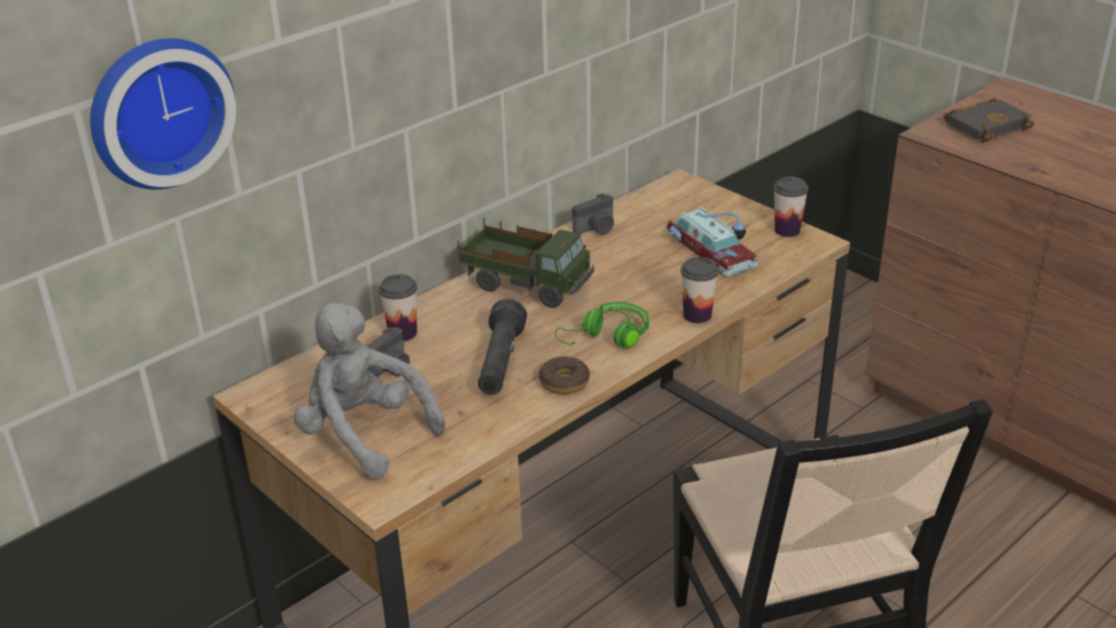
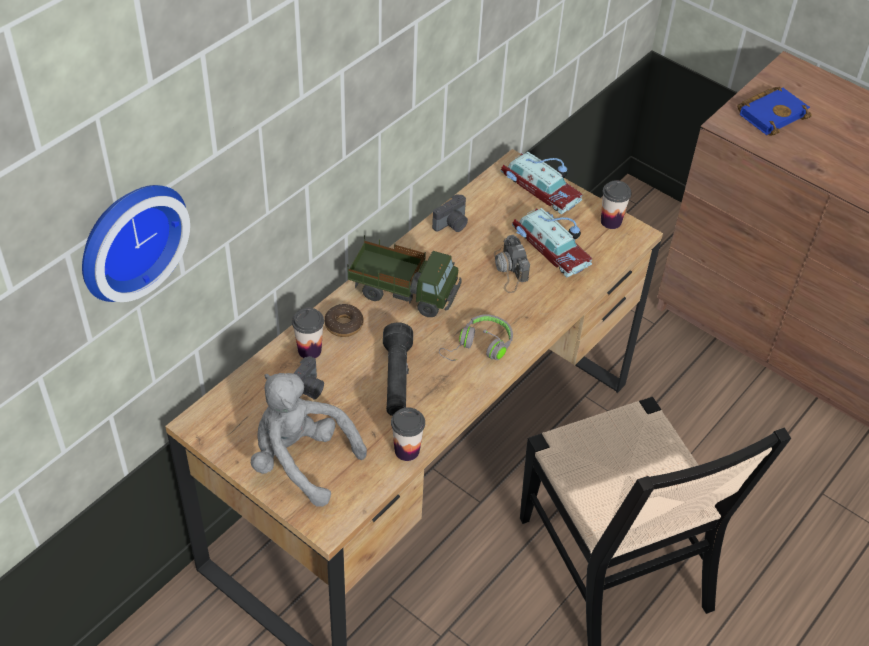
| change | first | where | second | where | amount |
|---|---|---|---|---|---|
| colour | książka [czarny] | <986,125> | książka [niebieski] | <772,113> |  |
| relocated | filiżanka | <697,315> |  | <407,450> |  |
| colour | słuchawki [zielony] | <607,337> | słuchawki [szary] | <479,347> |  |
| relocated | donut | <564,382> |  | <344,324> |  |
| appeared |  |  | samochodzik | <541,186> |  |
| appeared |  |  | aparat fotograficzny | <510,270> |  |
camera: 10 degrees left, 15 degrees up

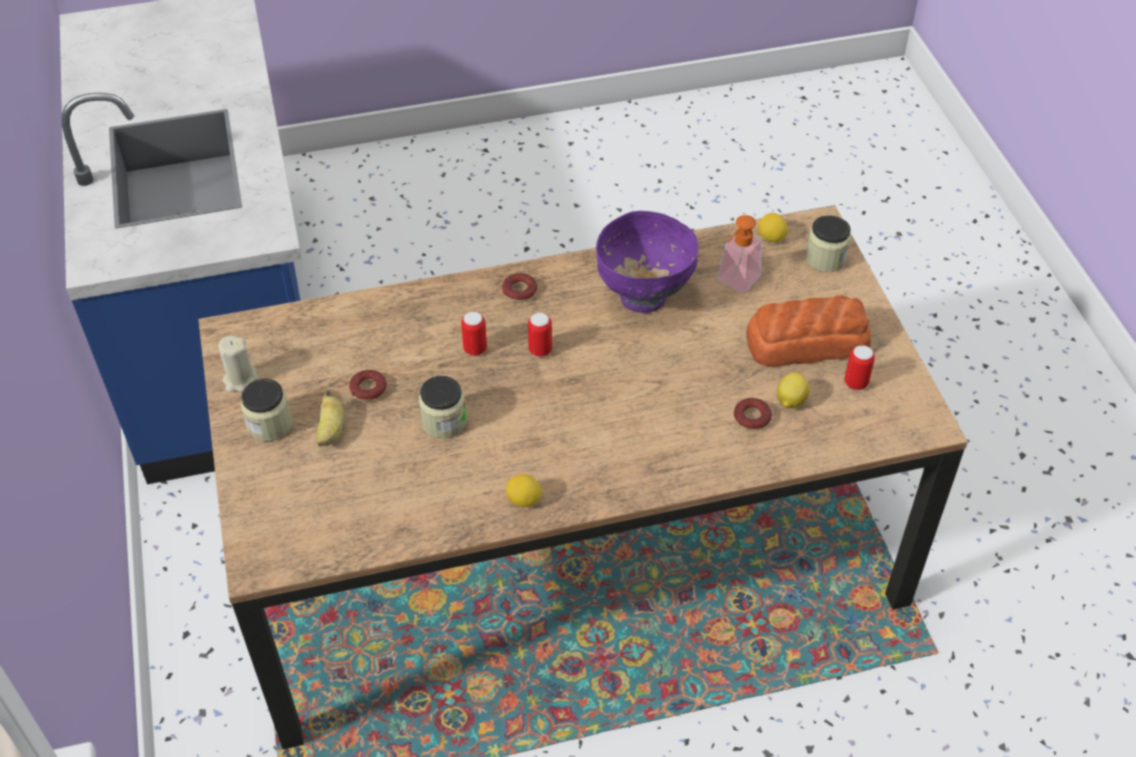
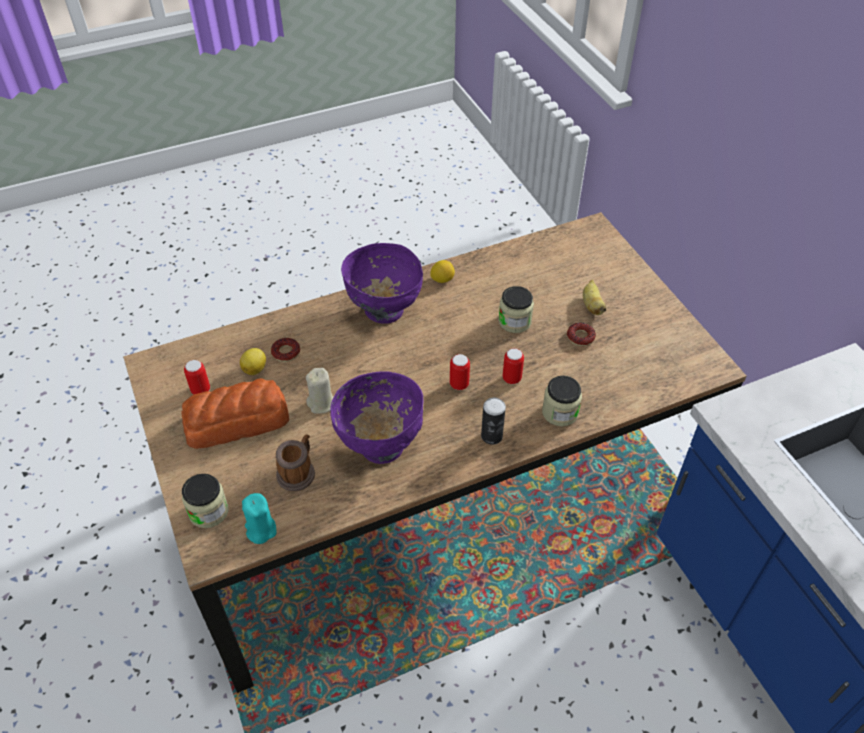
| change | first | where | second | where | amount |
|---|---|---|---|---|---|
| exchanged | cytryna | <771,238> | świeca [turkusowy] | <260,529> |  |
| exchanged | dozownik mydła | <734,283> | kubek | <298,471> |  |
| exchanged | donut | <519,291> | puszka | <491,436> |  |
| relocated | świeca [beżowy] | <241,380> |  | <322,403> |  |
| relocated | słoik | <269,424> |  | <560,412> |  |
| appeared |  |  | miska [fioletowy] | <384,311> |  |
camera: 170 degrees right, 0 degrees up

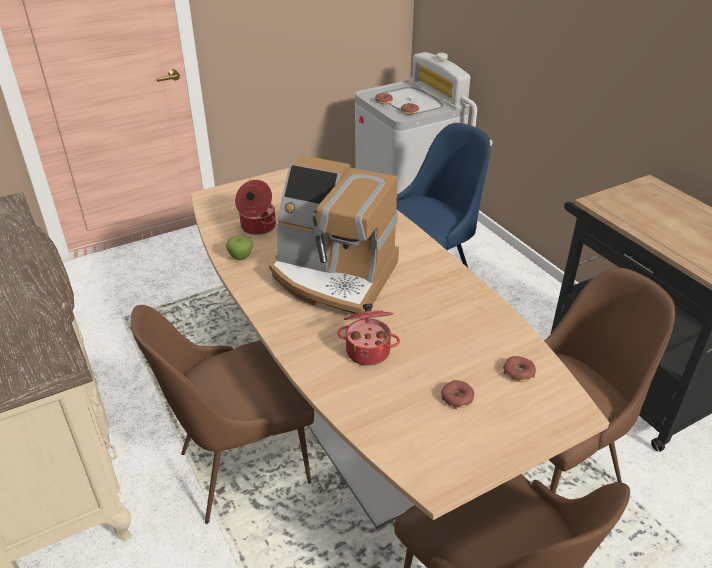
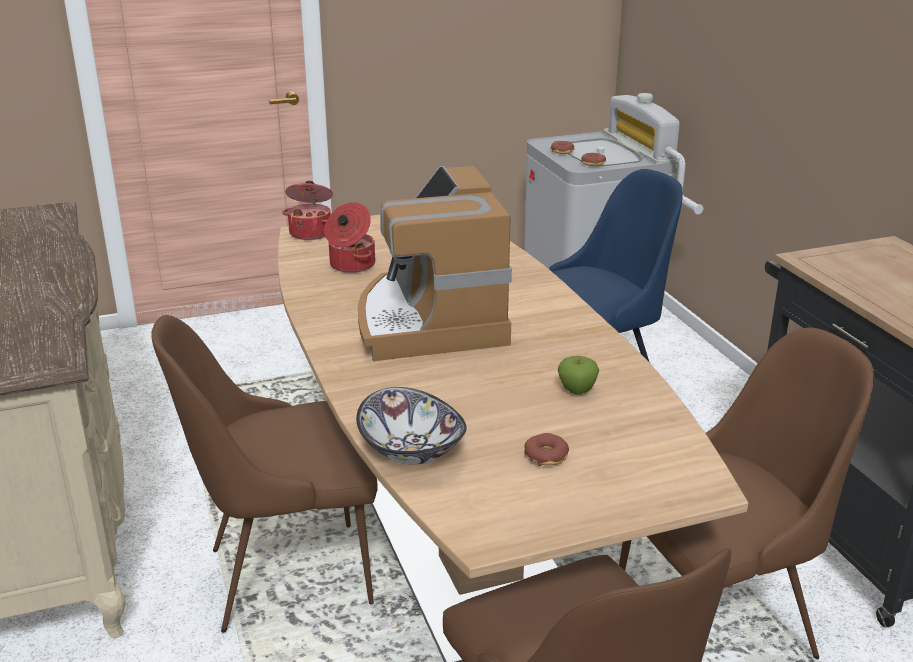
| change | first | where | second | where | amount |
|---|---|---|---|---|---|
| spun | ekspres do kawy | <333,277> |  | <429,321> | 45 degrees clockwise |
| relocated | jabłko | <240,257> |  | <577,390> |  |
| relocated | garnek | <368,350> |  | <311,232> |  |
| missing | donut | <518,373> |  |  |  |
| appeared |  |  | miska | <413,450> |  |
camera: 10 degrees right, 10 degrees down

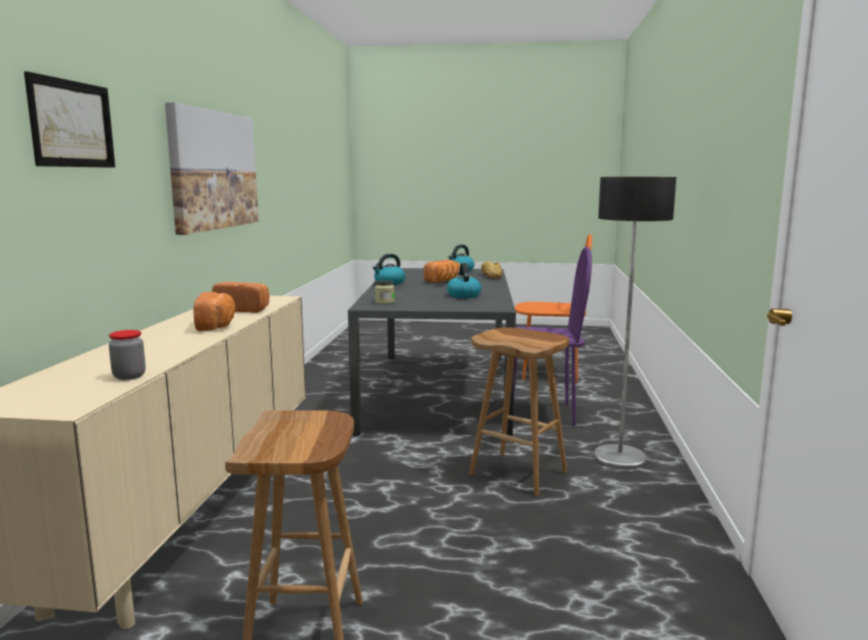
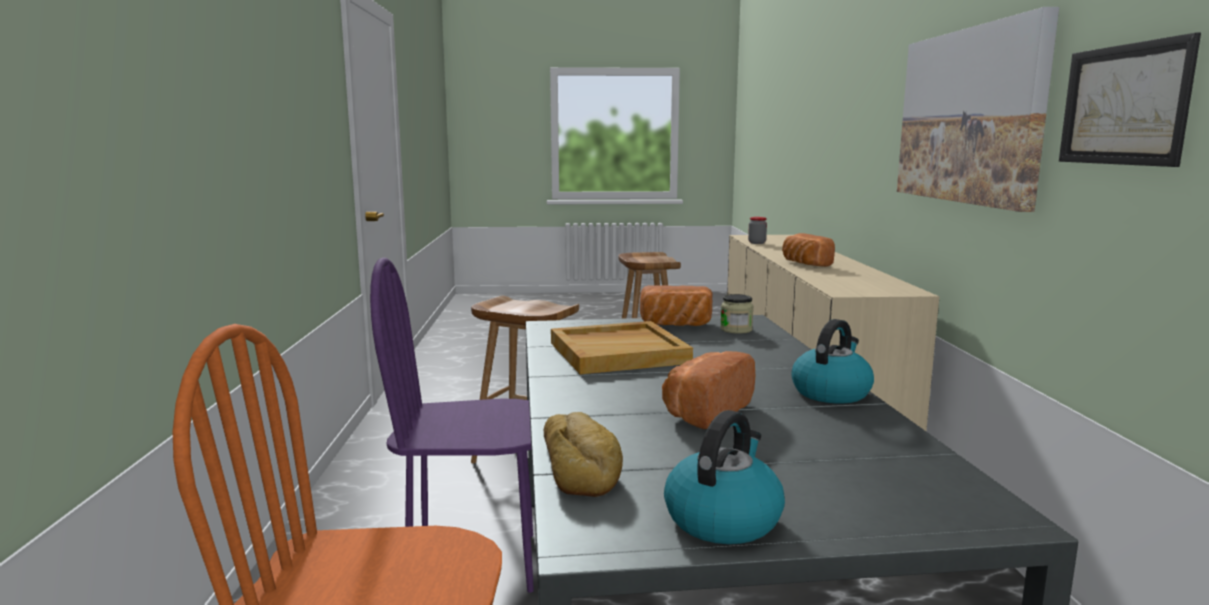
| change | first | where | second | where | amount |
|---|---|---|---|---|---|
| relocated | obraz | <72,124> |  | <1123,105> |  |
| missing | lampa stojąca | <620,458> |  |  |  |
| exchanged | czajnik | <463,295> | taca [beżowy] | <619,352> |  |
| relocated | chleb | <244,309> |  | <675,326> |  |
camera: 170 degrees right, 0 degrees up

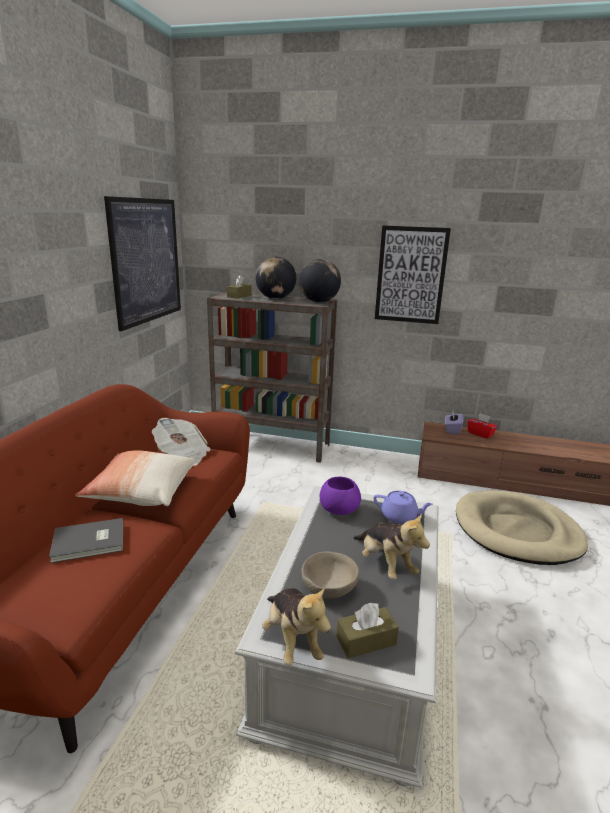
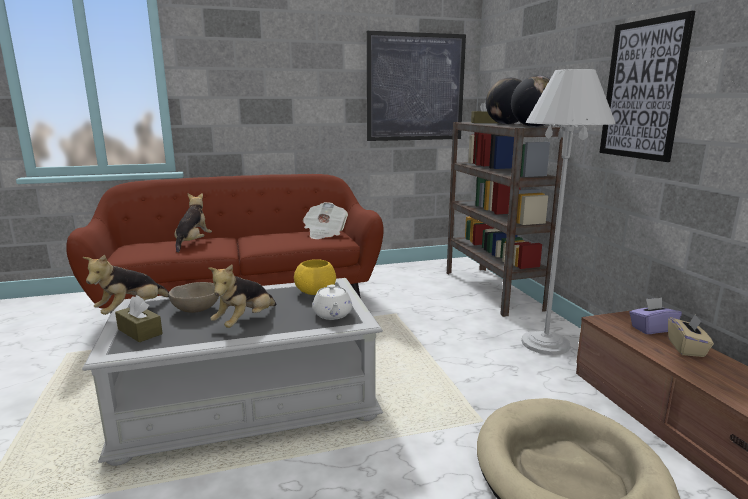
| change | first | where | second | where | amount |
|---|---|---|---|---|---|
| colour | pudełko chusteczek [czerwony] | <480,434> | pudełko chusteczek [beżowy] | <686,348> |  |
| missing | poduszka | <141,492> |  |  |  |
| colour | miska [fioletowy] | <339,509> | miska [żółty] | <316,292> |  |
| colour | imbryk [fioletowy] | <400,517> | imbryk [biały] | <332,315> |  |
| exchanged | książka [szary] | <90,542> | pluszak | <193,243> |  |
| appeared |  |  | lampa stojąca [biały] | <545,343> |  |
camera: 60 degrees right, 5 degrees down

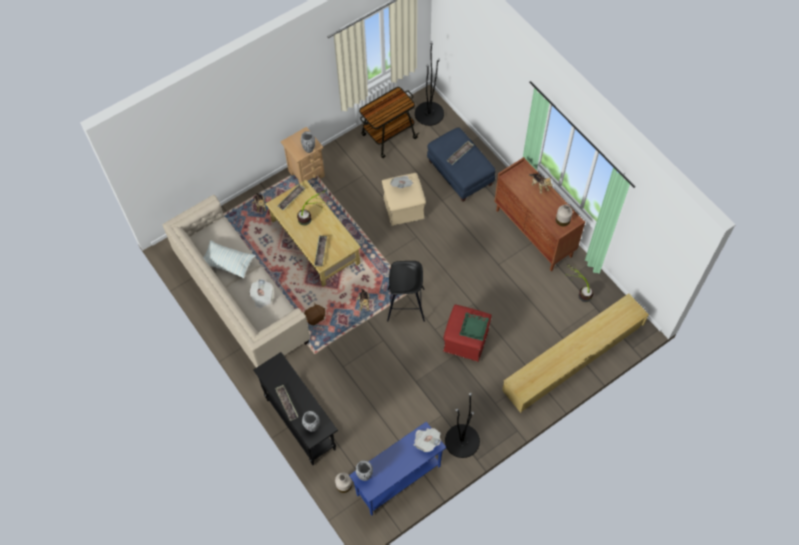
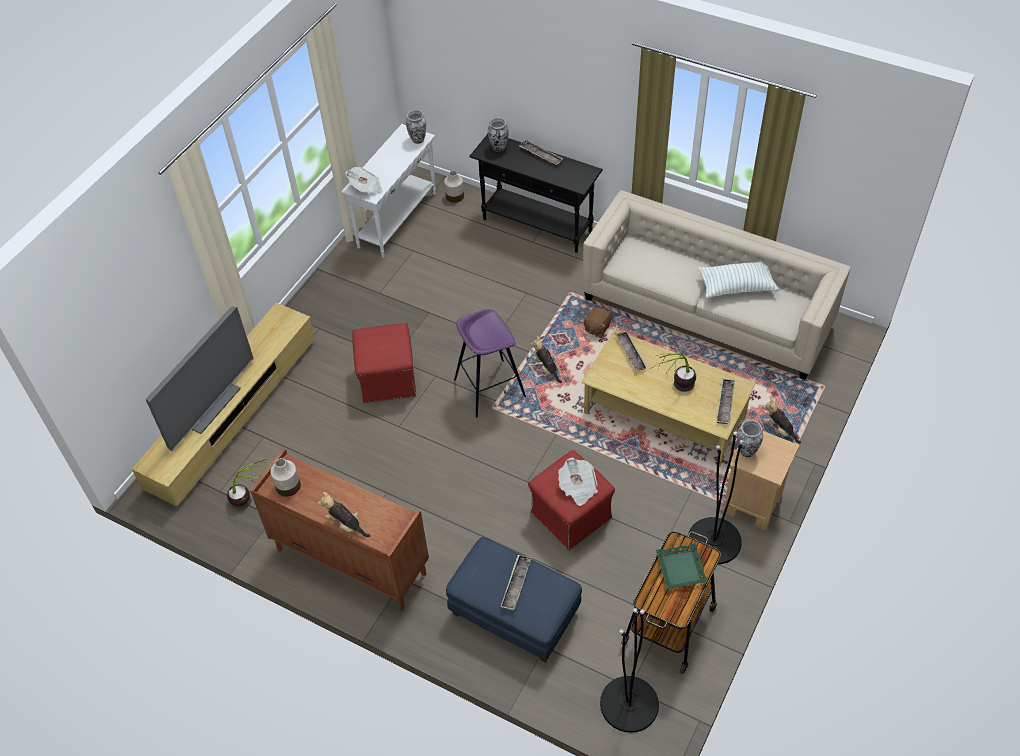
| change | first | where | second | where | amount |
|---|---|---|---|---|---|
| colour | pufa [beżowy] | <404,208> | pufa [czerwony] | <570,514> |  |
| colour | stołek [czarny] | <406,305> | stołek [fioletowy] | <489,388> |  |
| missing | gazeta | <262,297> |  |  |  |
| relocated | taca [zielony] | <473,327> |  | <681,568> |  |
| relocated | lampa stojąca [czarny] | <462,441> |  | <714,540> |  |
| colour | stolik konsolowy [niebieski] | <398,481> | stolik konsolowy [biały] | <397,219> |  |
| appeared |  |  | telewizor | <209,404> |  |
camera: 155 degrees right, 10 degrees down

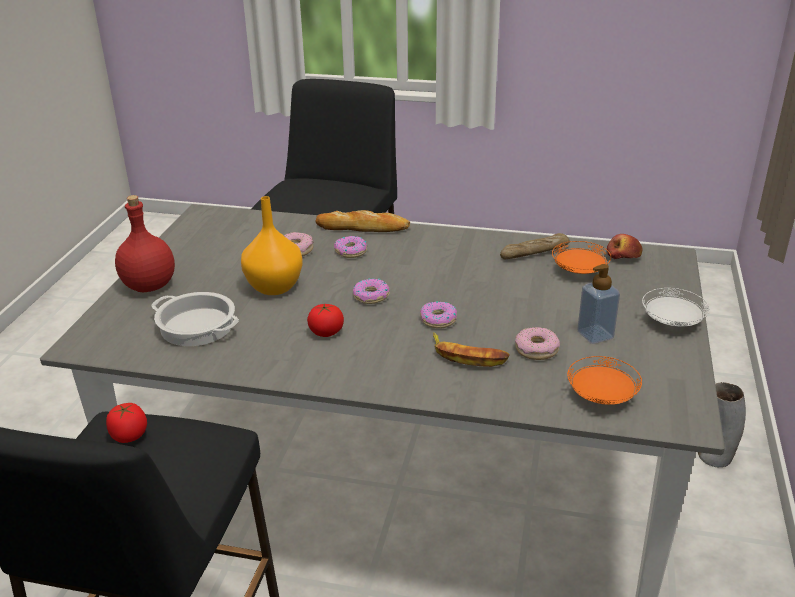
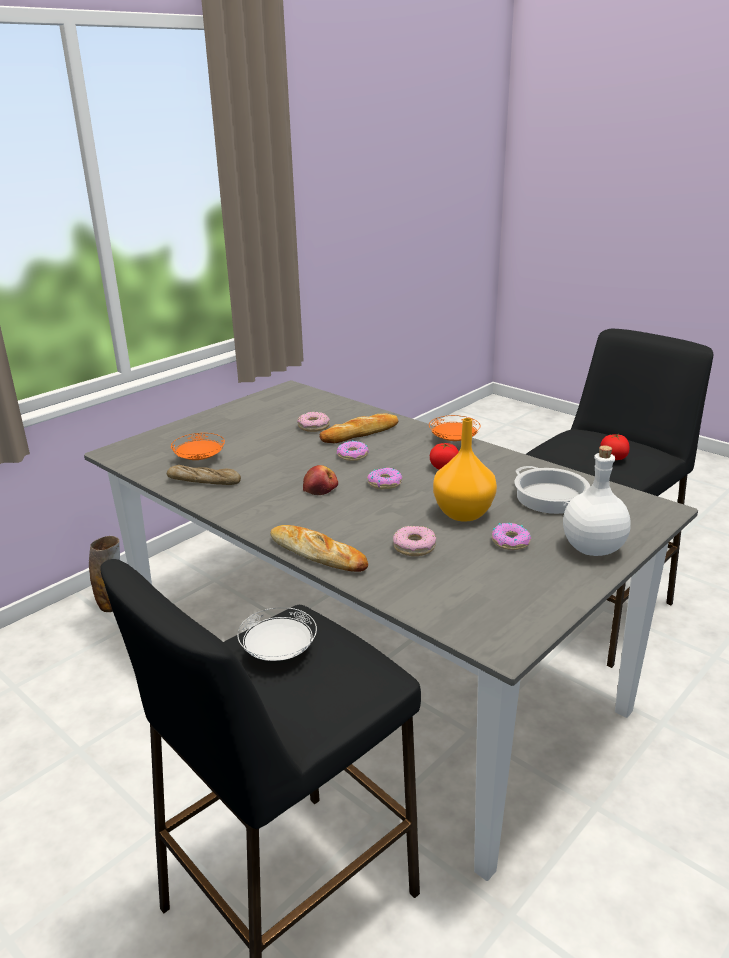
| change | first | where | second | where | amount |
|---|---|---|---|---|---|
| colour | butelka [czerwony] | <149,286> | butelka [biały] | <592,548> |  |
| relocated | jabłko | <623,257> |  | <320,488> |  |
| relocated | donut | <350,251> |  | <510,542> |  |
| missing | dozownik mydła | <595,335> |  |  |  |
| relocated | talerz [biały] | <672,322> |  | <278,651> |  |
| exchanged | banan | <468,356> | chleb | <360,433> |  |
| relocated | talerz [pomarańczowy] | <601,396> |  | <453,441> |  |
camera: 150 degrees left, 5 degrees down

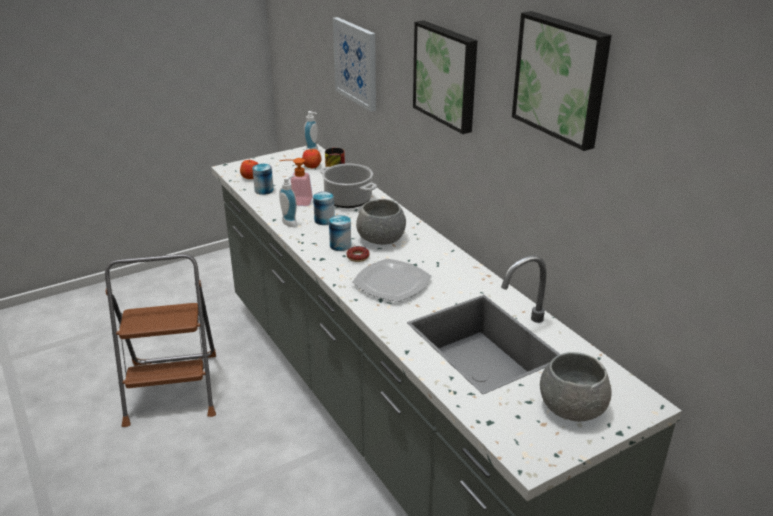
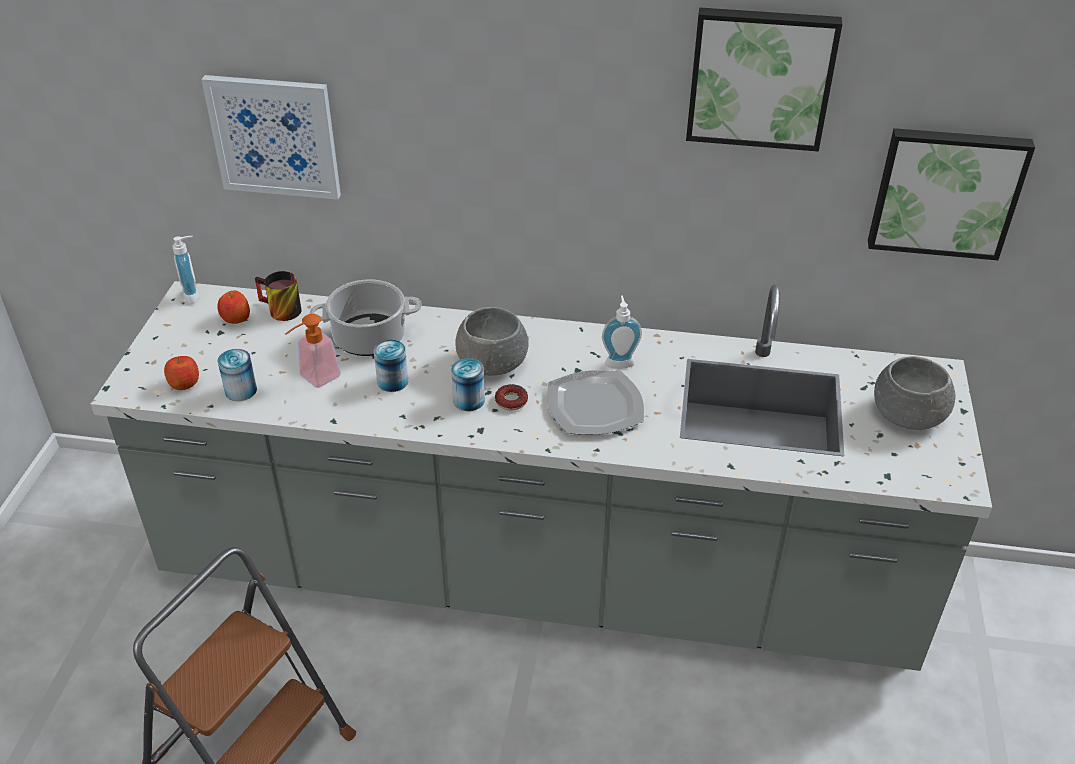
| change | first | where | second | where | amount |
|---|---|---|---|---|---|
| relocated | obraz | <447,75> |  | <946,191> |  |
| relocated | dozownik mydła | <291,222> |  | <619,361> |  |
camera: 50 degrees left, 10 degrees up

